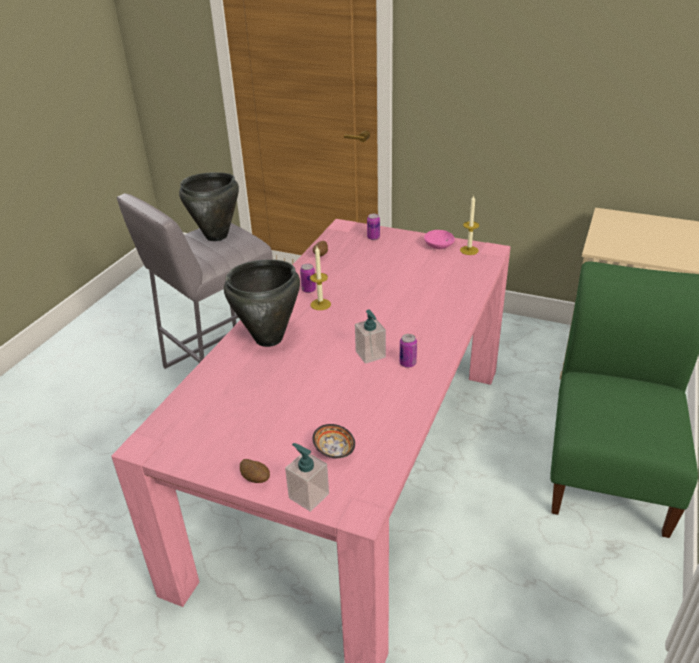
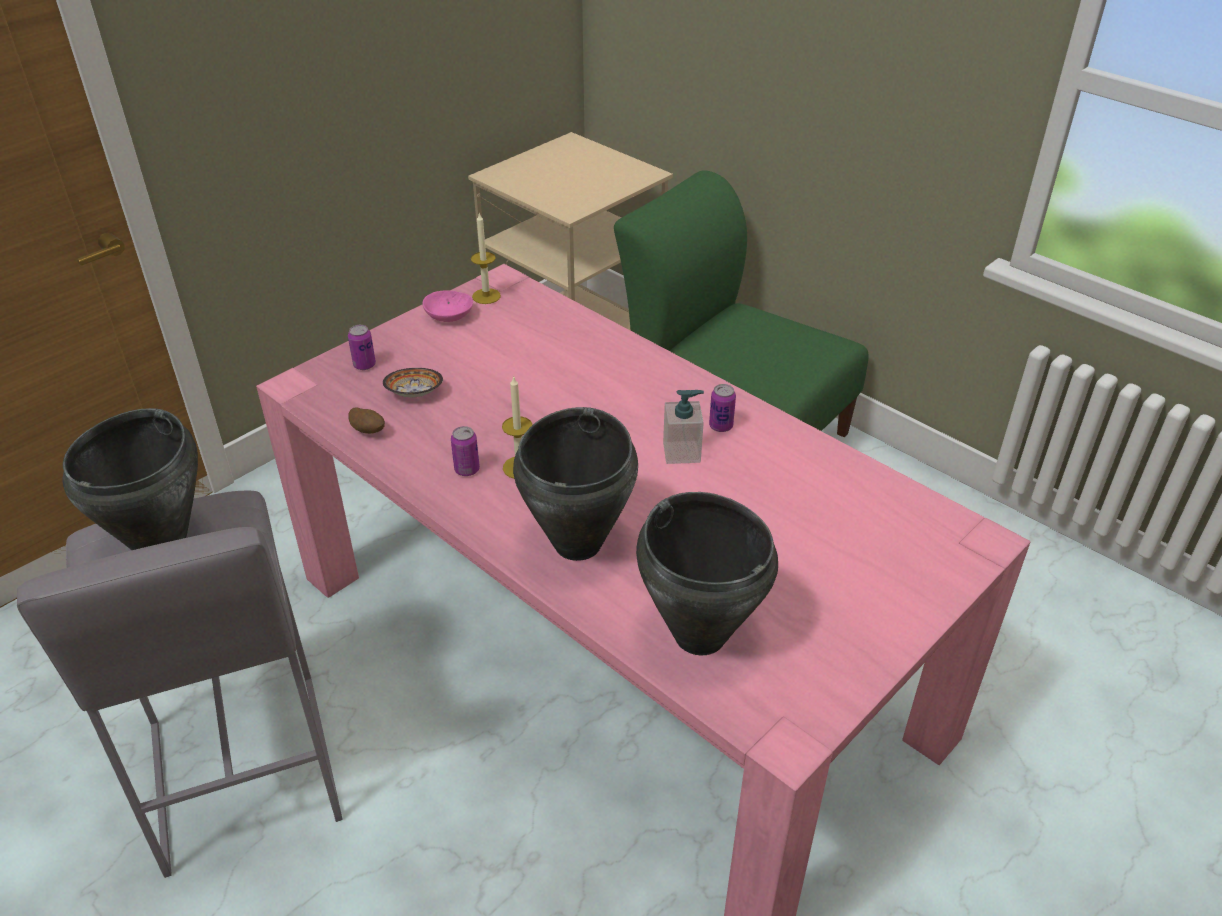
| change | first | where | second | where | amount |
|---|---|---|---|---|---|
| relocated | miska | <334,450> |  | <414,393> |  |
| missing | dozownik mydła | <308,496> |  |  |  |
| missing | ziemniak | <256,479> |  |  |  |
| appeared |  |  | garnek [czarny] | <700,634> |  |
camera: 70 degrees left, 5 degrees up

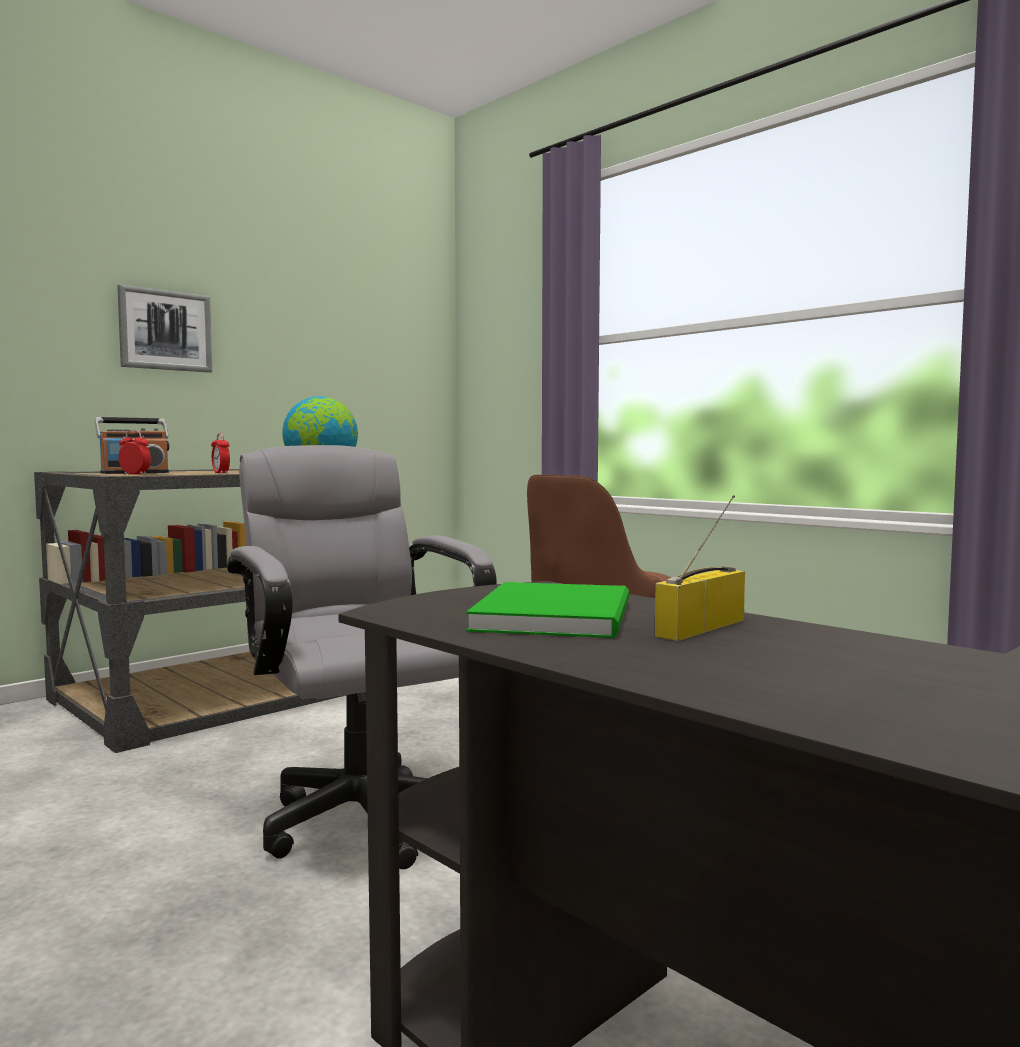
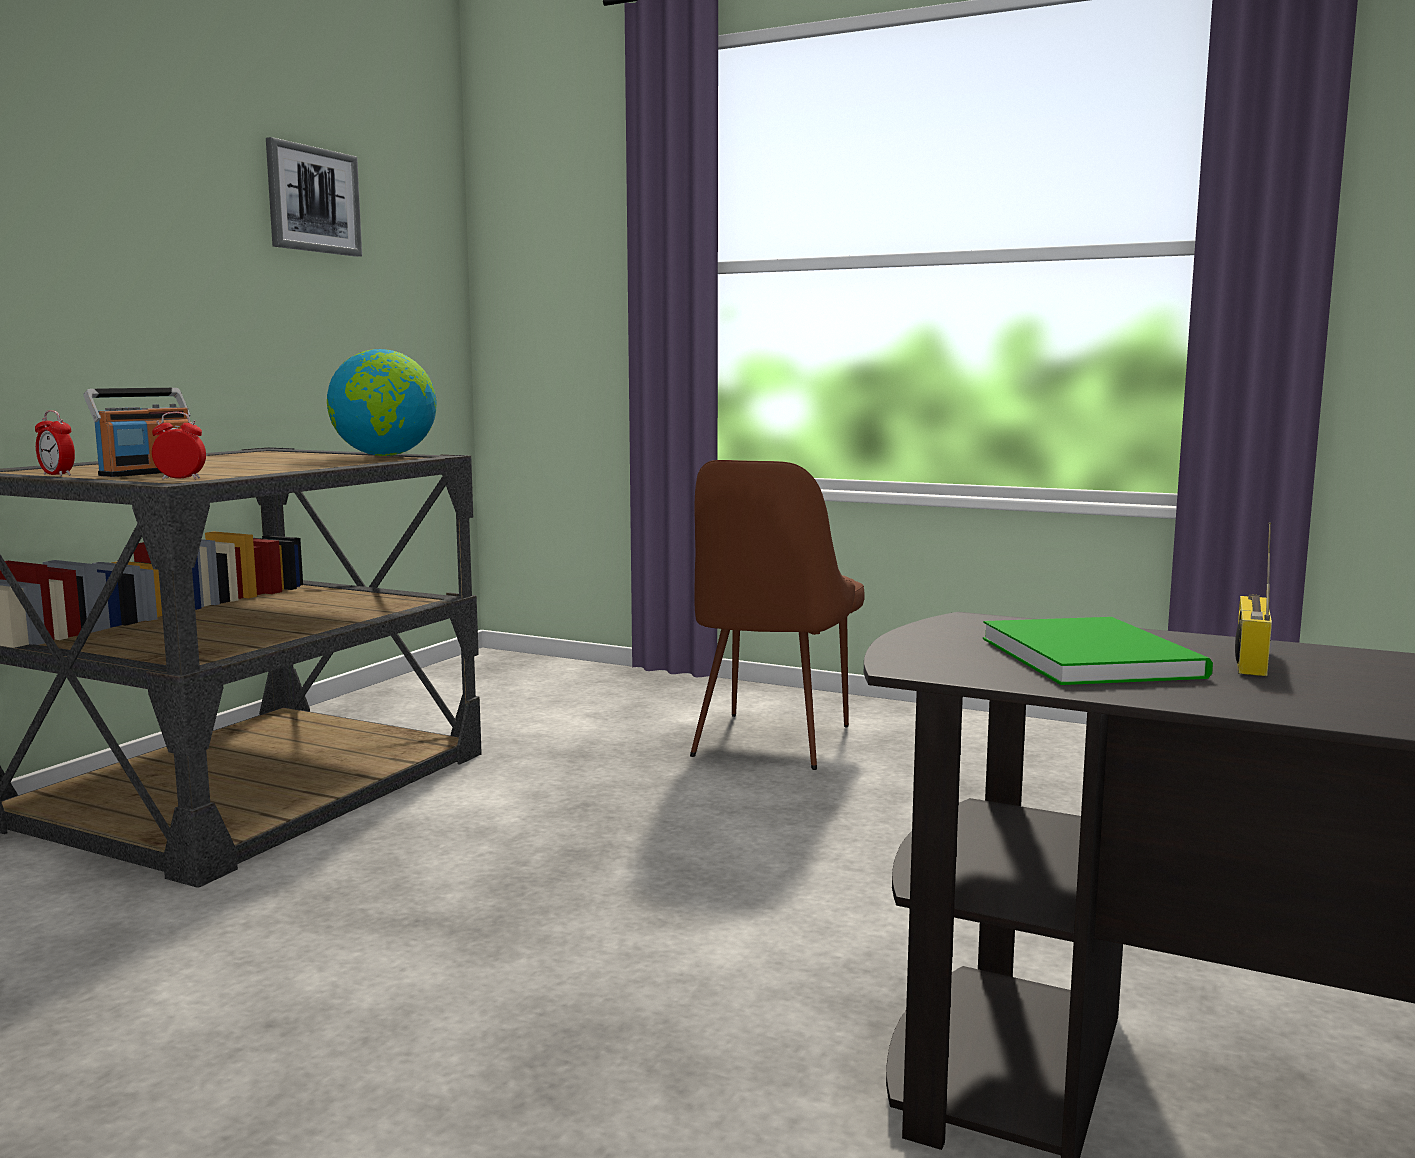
| change | first | where | second | where | amount |
|---|---|---|---|---|---|
| relocated | obraz | <165,330> |  | <313,200> |  |
| relocated | budzik | <221,473> |  | <57,475> |  |
| missing | krzesło biurowe [szary] | <356,820> |  |  |  |
camera: 20 degrees left, 5 degrees up

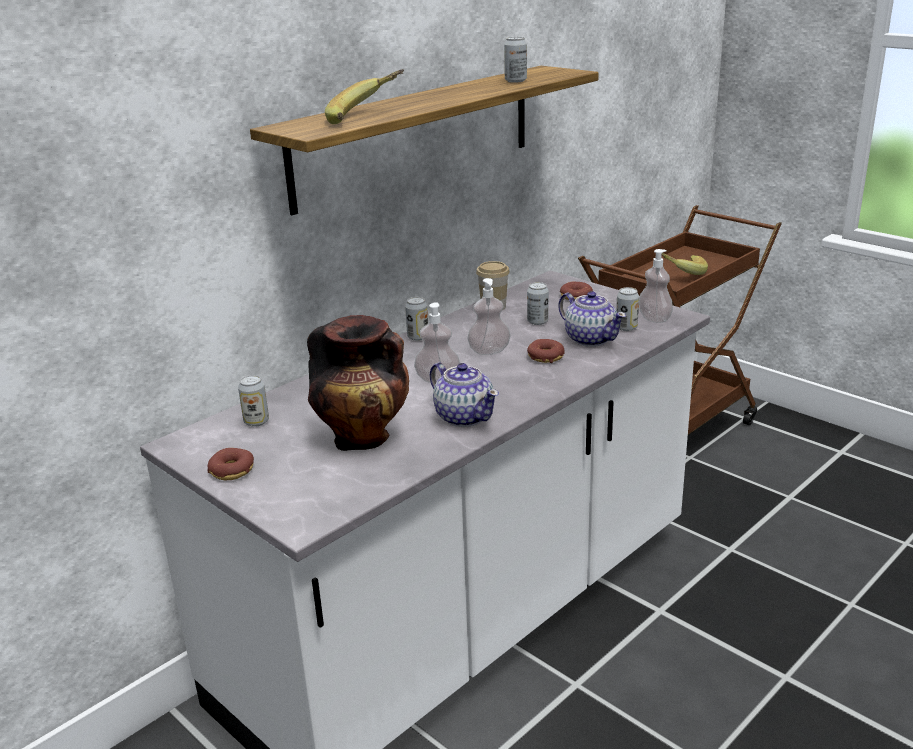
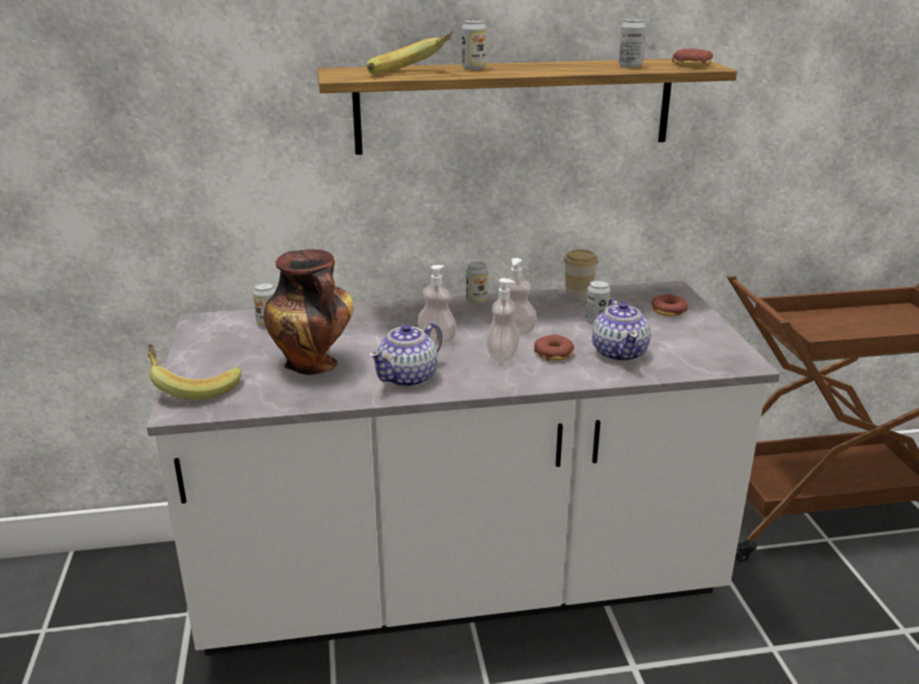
| change | first | where | second | where | amount |
|---|---|---|---|---|---|
| relocated | dozownik mydła | <654,319> |  | <502,355> |  |
| relocated | banan | <680,273> |  | <193,387> |  |
| relocated | puszka | <626,327> |  | <473,68> |  |
| spun | imbryk | <464,416> |  | <408,377> | 45 degrees clockwise |
| relocated | donut | <232,470> |  | <691,65> |  |
camera: 35 degrees right, 0 degrees up

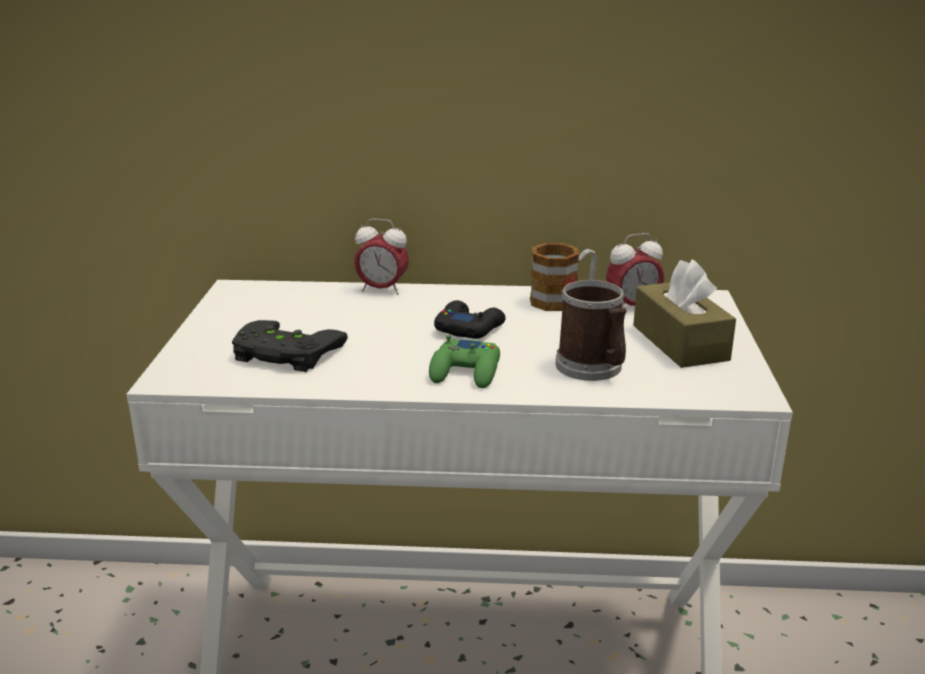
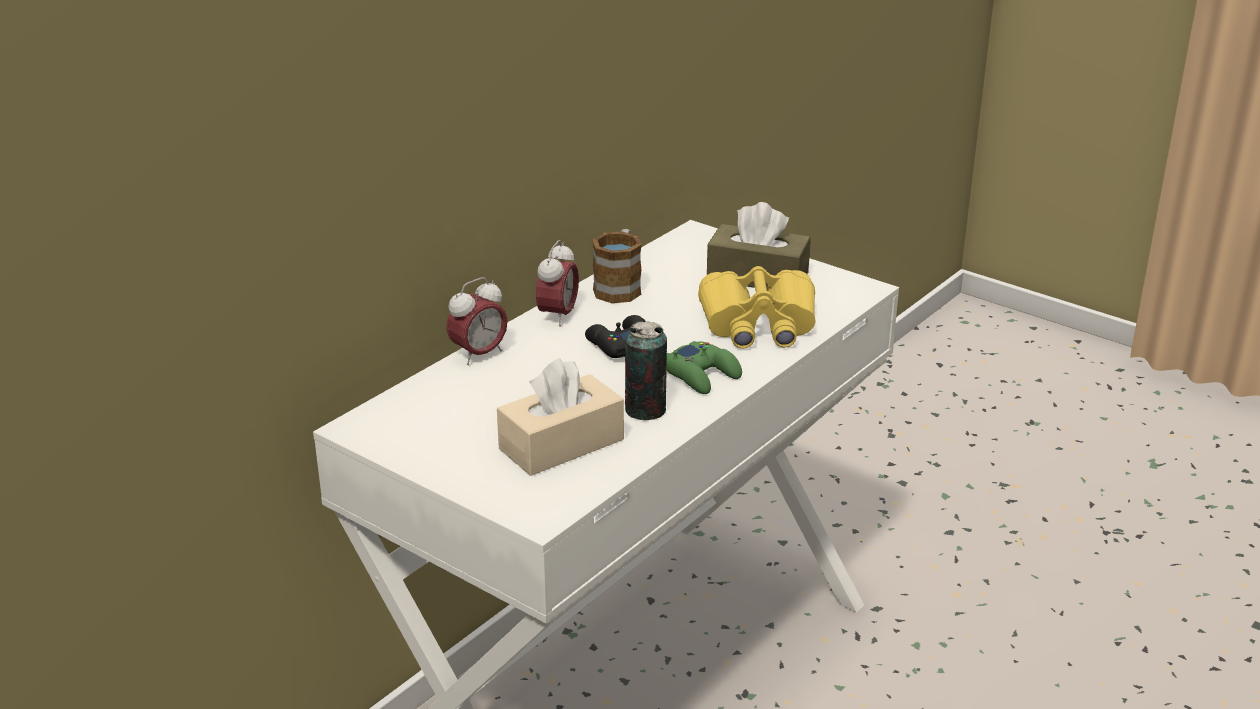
| change | first | where | second | where | amount |
|---|---|---|---|---|---|
| relocated | budzik | <632,307> |  | <558,316> |  |
| exchanged | kubek | <593,368> | lornetka [żółty] | <758,324> |  |
| exchanged | pad do gier [czarny] | <284,354> | pudełko chusteczek [beżowy] | <561,444> |  |
| appeared |  |  | puszka | <645,410> |  |
camera: 55 degrees left, 5 degrees up

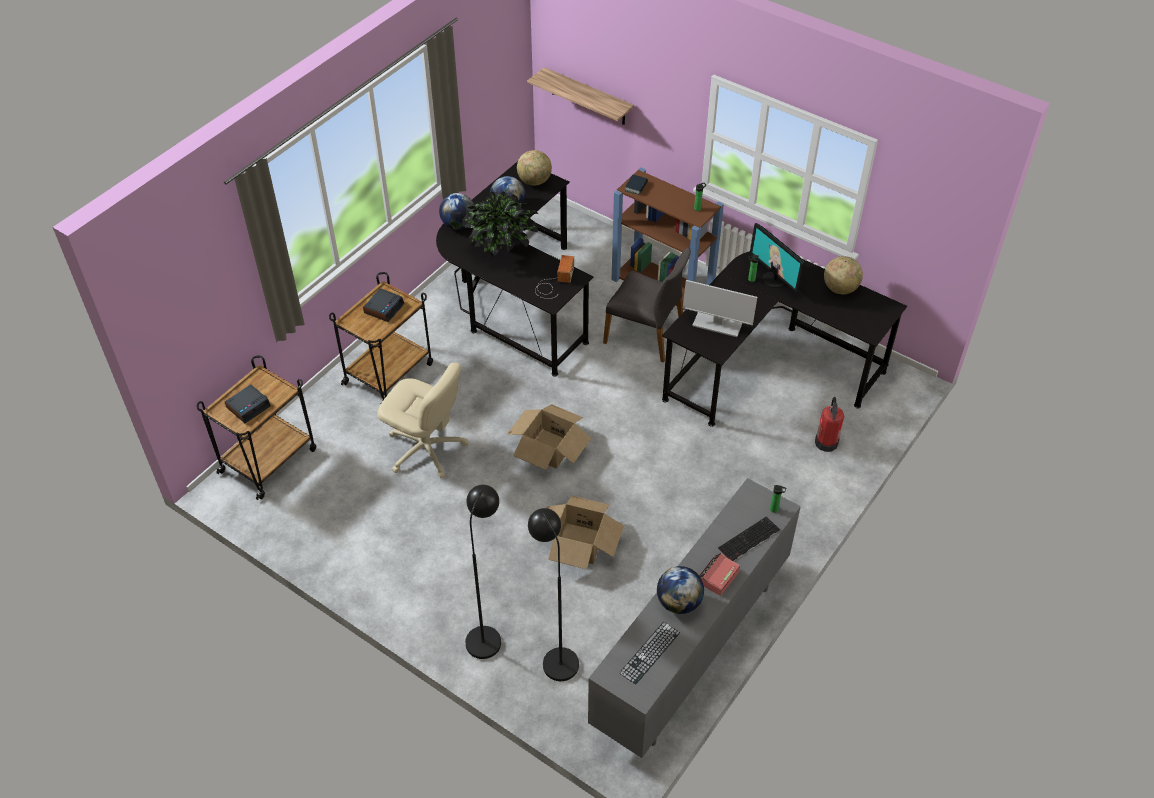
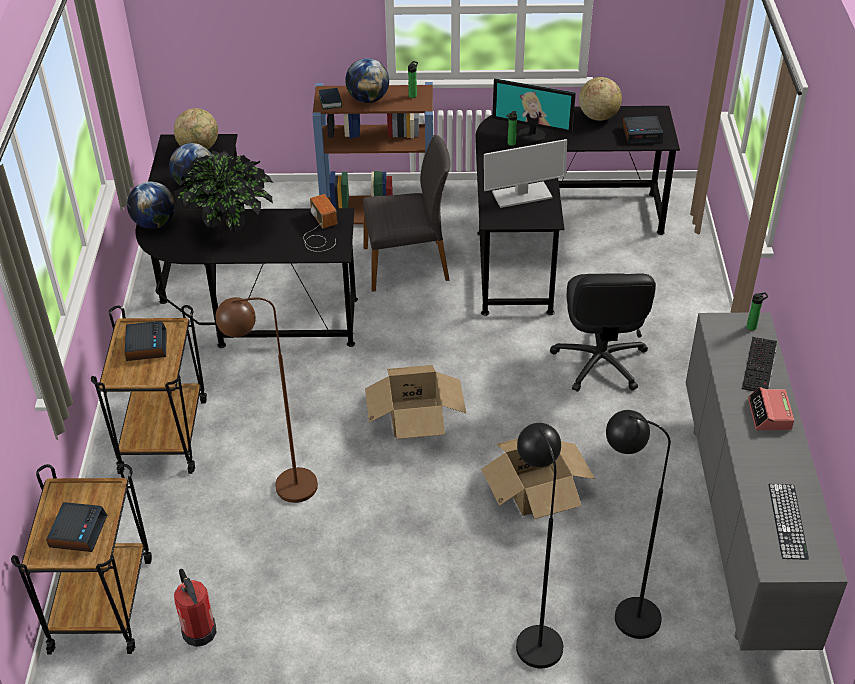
| change | first | where | second | where | amount |
|---|---|---|---|---|---|
| missing | półka | <588,97> |  |  |  |
| exchanged | krzesło biurowe [beżowy] | <426,449> | lampa stojąca [brązowy] | <283,488> |  |
| relocated | gaśnica | <826,442> |  | <199,631> |  |
| relocated | globus | <678,602> |  | <368,99> |  |
| appeared |  |  | budzik | <642,134> |  |
| appeared |  |  | krzesło biurowe [czarny] | <599,362> |  |
camera: 35 degrees left, 5 degrees down

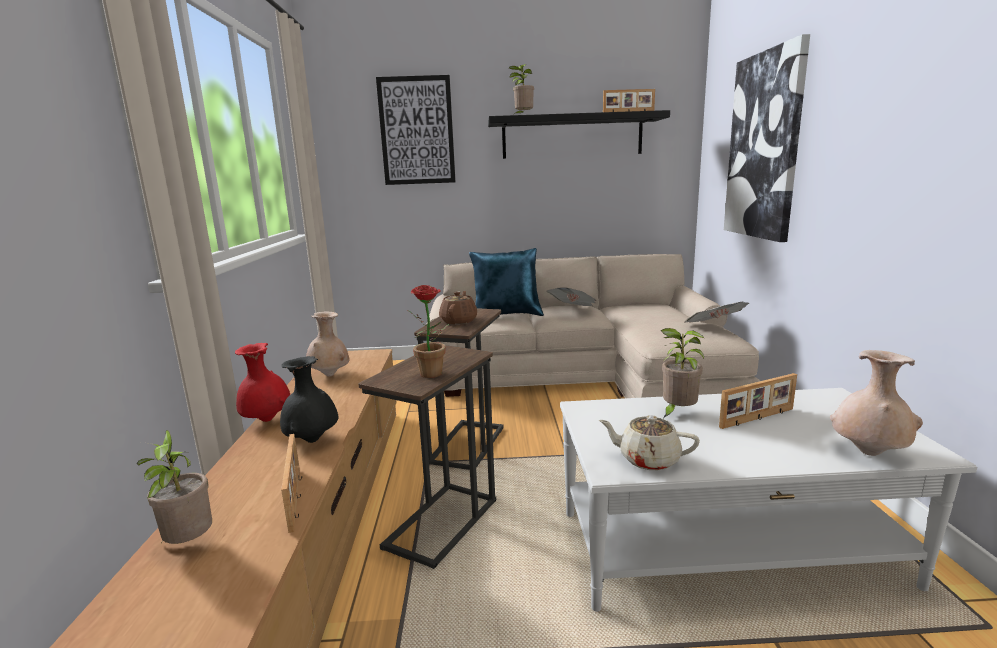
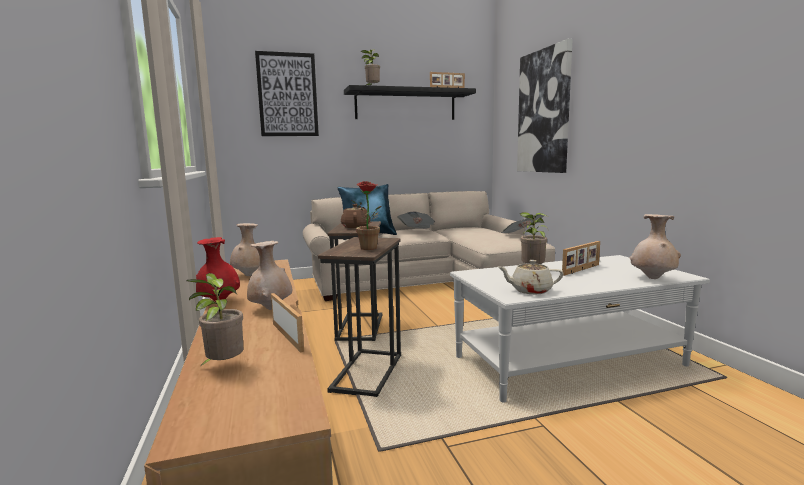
| change | first | where | second | where | amount |
|---|---|---|---|---|---|
| colour | wazon [czarny] | <312,441> | wazon [beżowy] | <271,309> |  |
camera: 15 degrees left, 5 degrees down

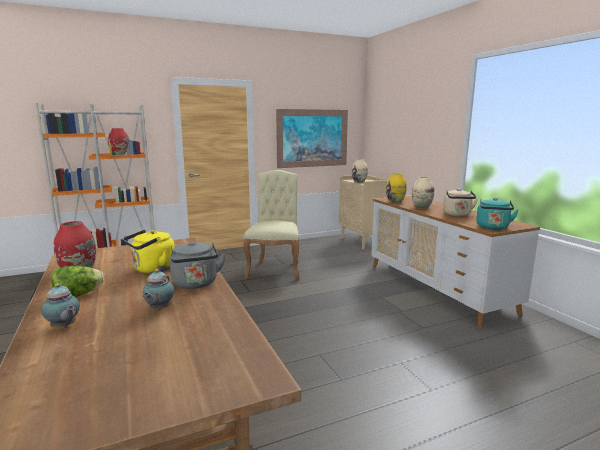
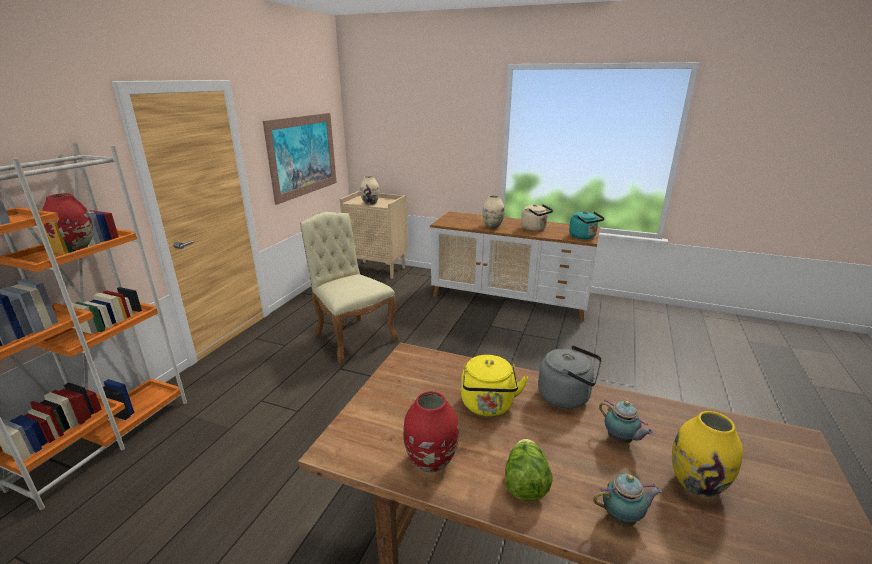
| change | first | where | second | where | amount |
|---|---|---|---|---|---|
| relocated | wazon [żółty] | <395,201> |  | <696,483> |  |
camera: 45 degrees left, 10 degrees up

